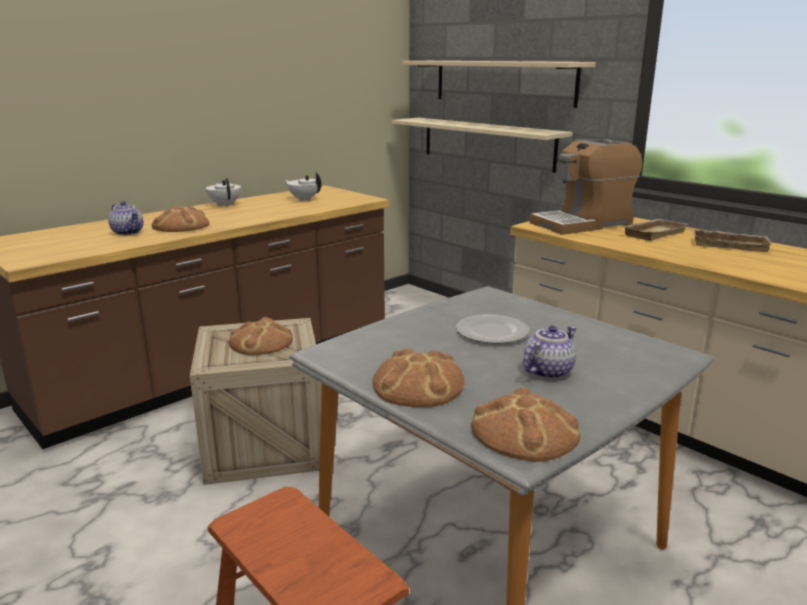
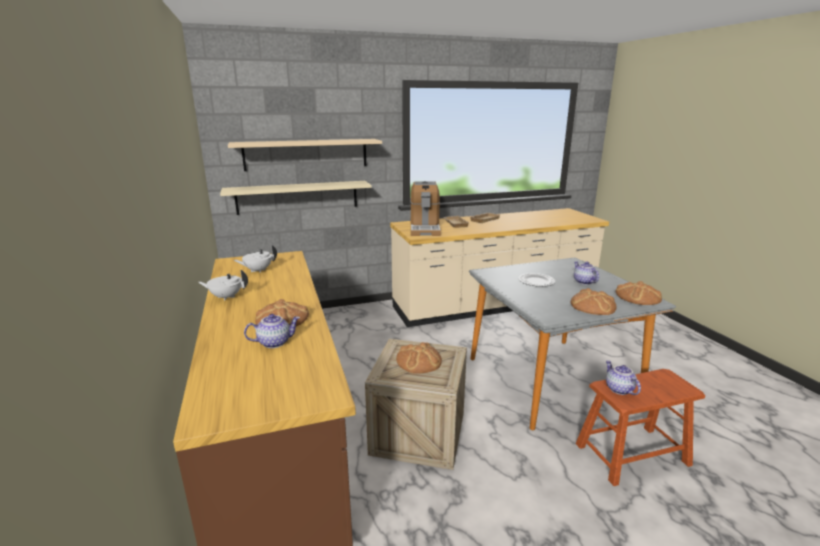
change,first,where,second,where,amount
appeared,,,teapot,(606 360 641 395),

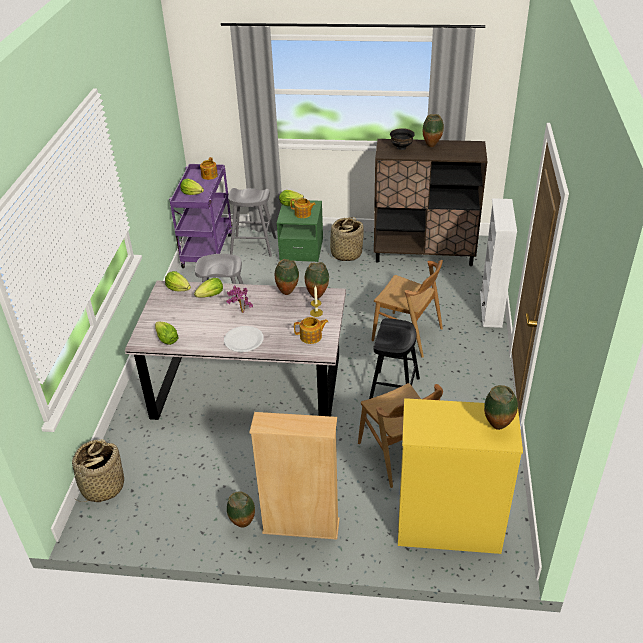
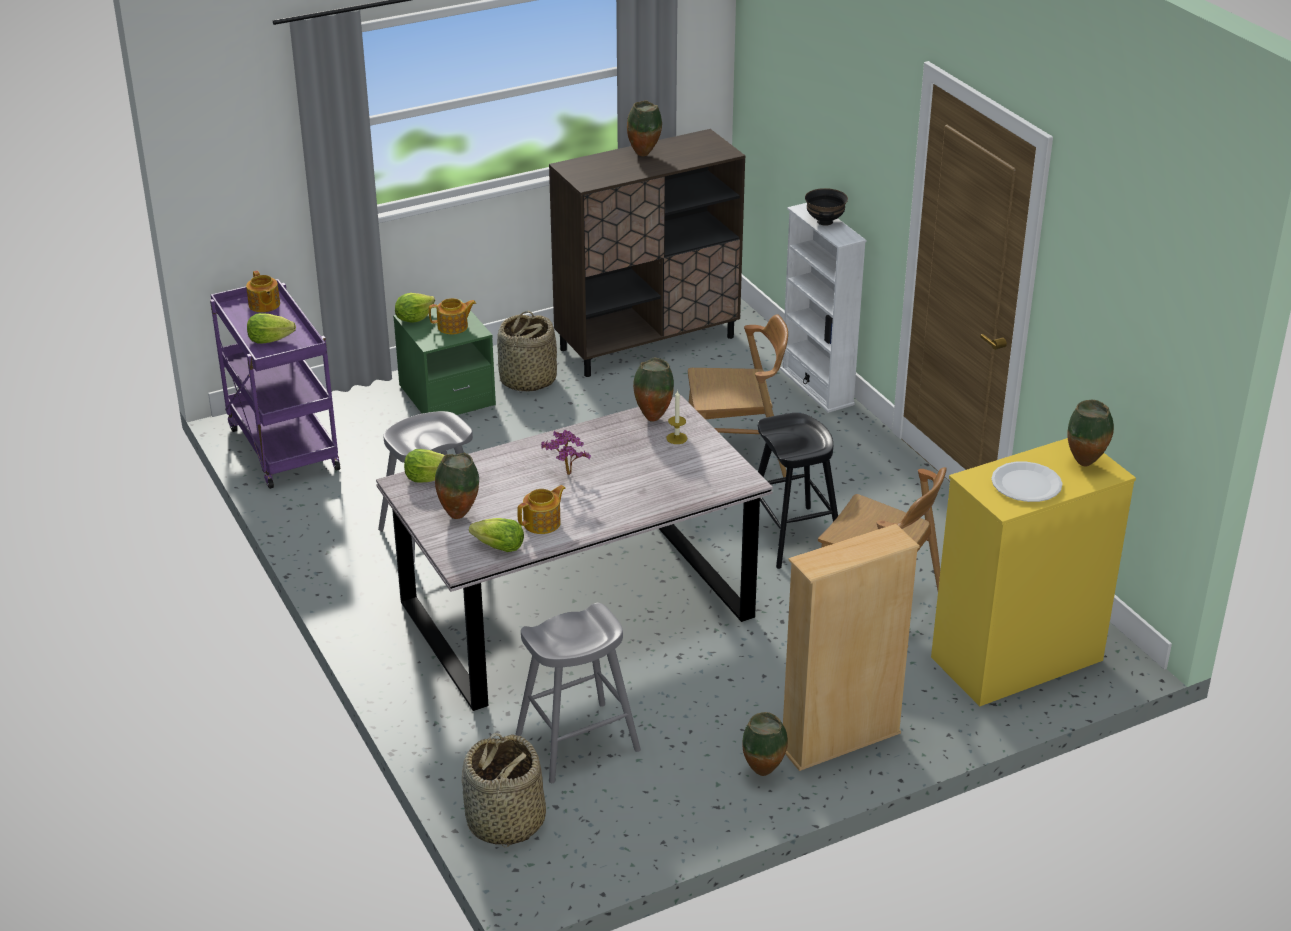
change,first,where,second,where,amount
relocated,black bowl,(390 128 415 150),,(805 188 848 226),
relocated,grey stool,(228 188 276 257),,(516 603 641 783),
relocated,vase,(275 259 299 295),,(435 452 479 519),
missing,lettuce,(194 278 223 297),,,
relocated,teapot,(294 317 328 344),,(517 485 566 534),
relocated,white plate,(224 326 264 352),,(991 461 1063 502),

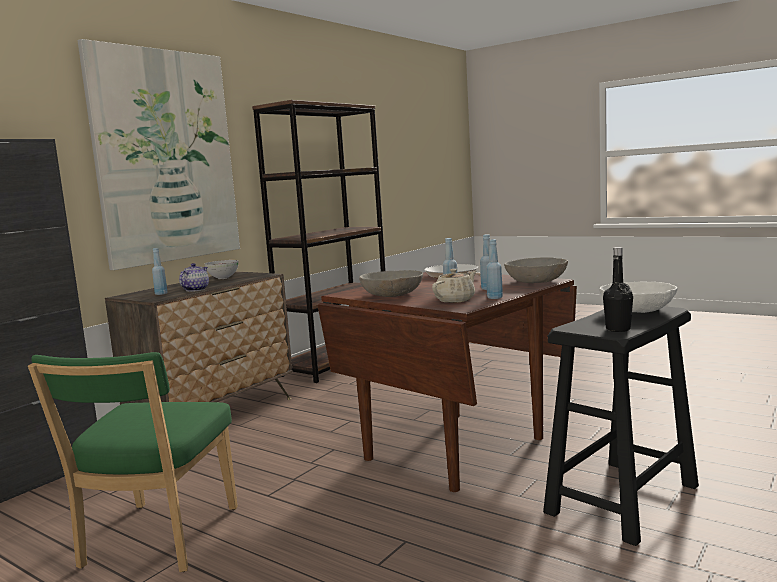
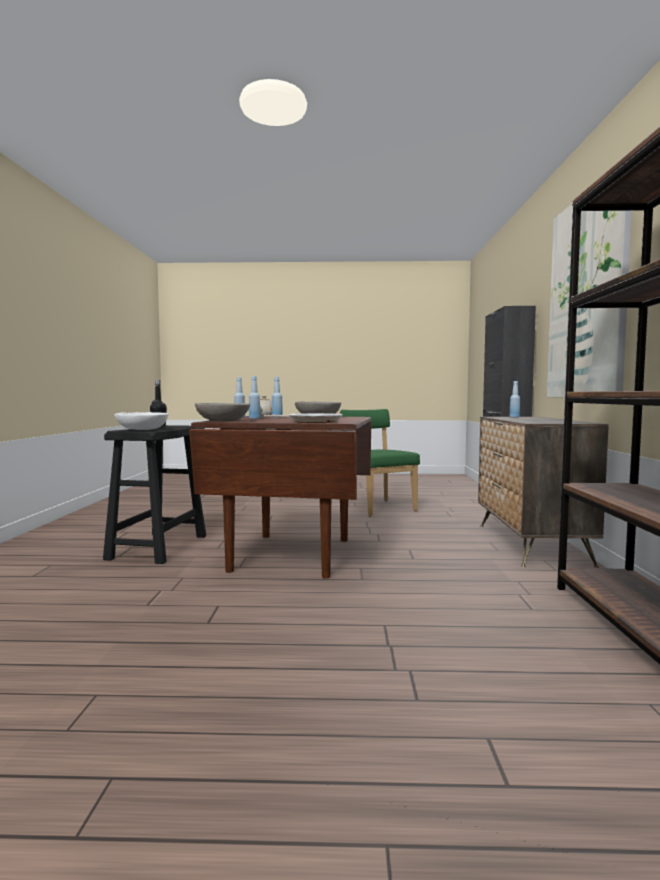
change,first,where,second,where,amount
missing,bowl,(205 260 238 279),,,
missing,teapot,(179 263 209 292),,,

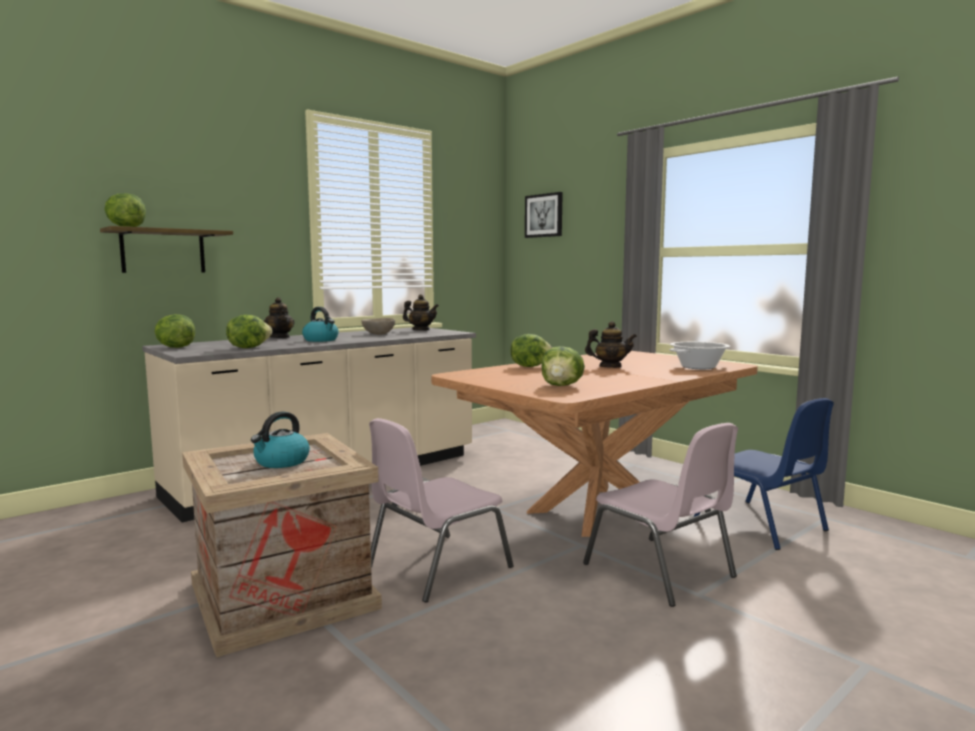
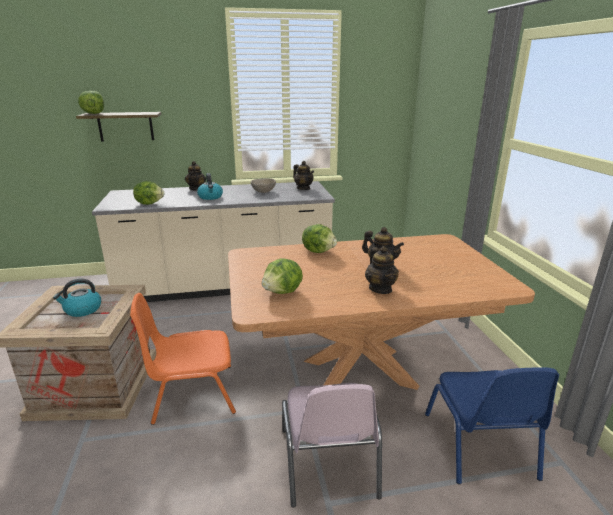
change,first,where,second,where,amount
missing,picture,(525 192 563 238),,,
missing,lettuce,(154 314 195 348),,,
missing,cooking pot,(670 342 730 369),,,
colour,pink chair,(369 418 514 602),orange chair,(130 293 236 425),
appeared,,,teapot,(365 246 399 294),

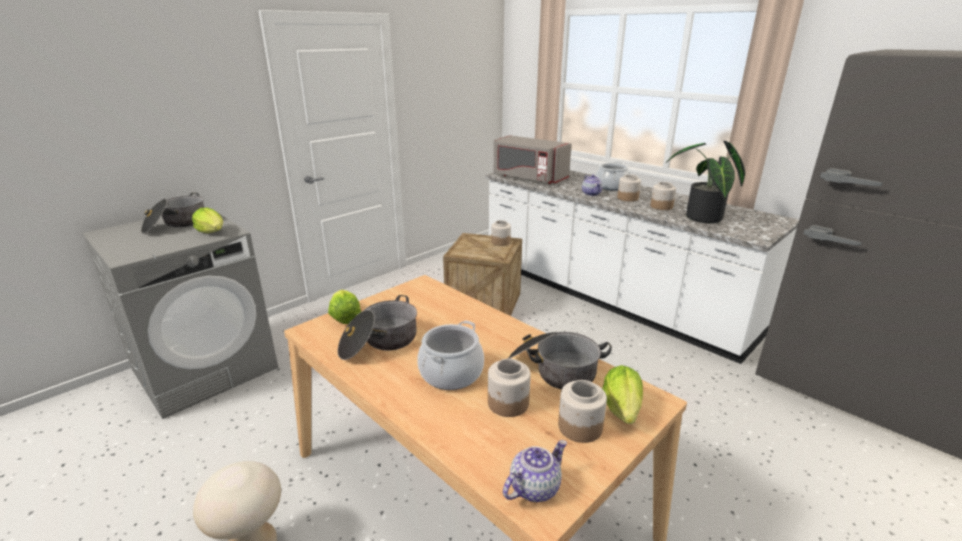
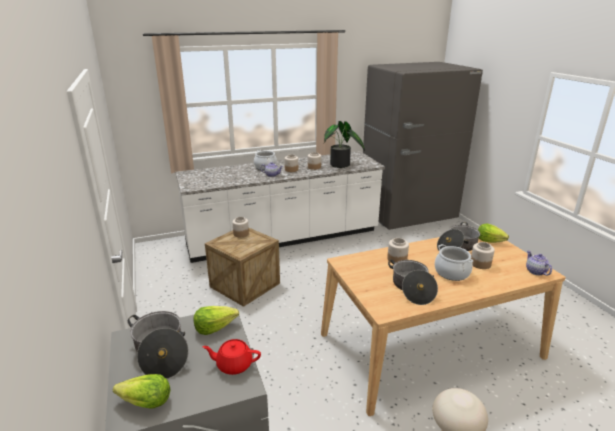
change,first,where,second,where,amount
missing,grey microwave,(494 135 572 184),,,
relocated,lettuce,(328 289 361 324),,(113 374 171 409),
relocated,jar,(558 380 607 443),,(387 238 409 263),
appeared,,,red teapot,(203 339 261 375),

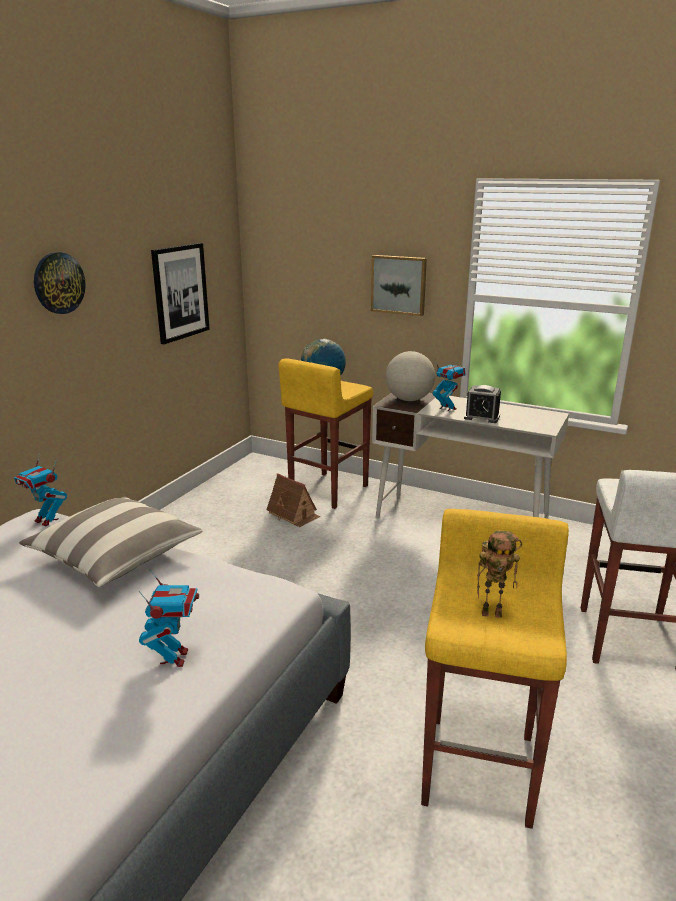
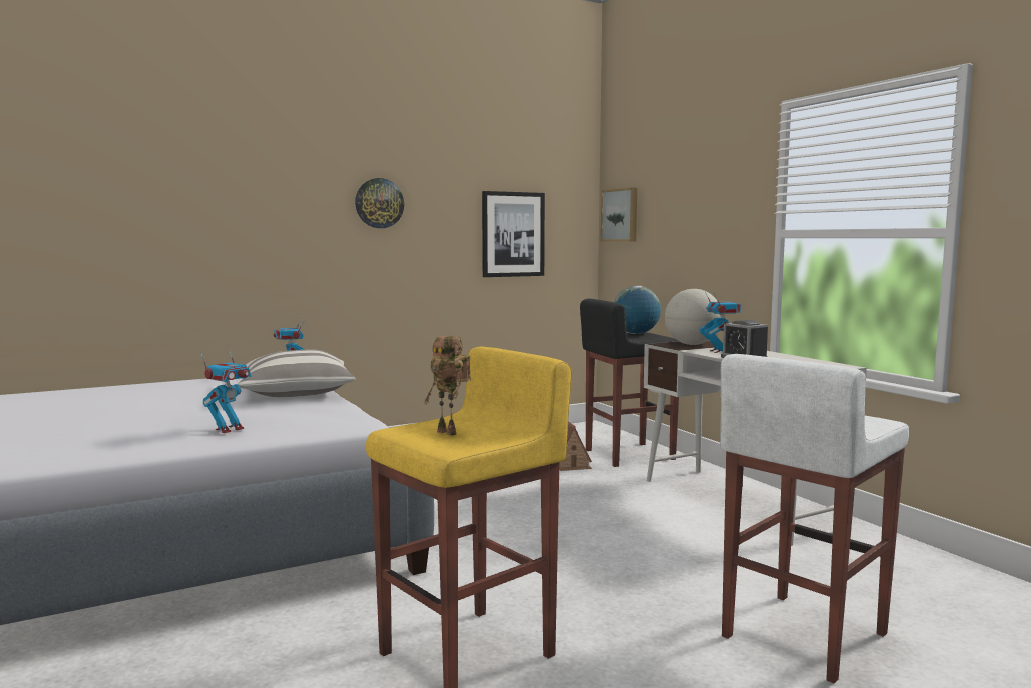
change,first,where,second,where,amount
relocated,picture,(371 255 427 316),,(601 187 637 242),
colour,yellow stool,(279 358 373 509),black stool,(580 299 679 467),

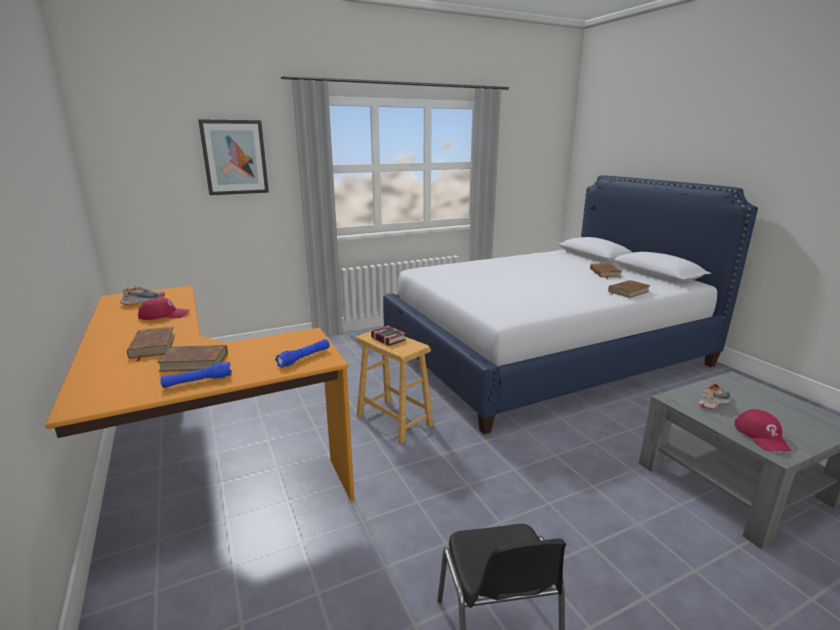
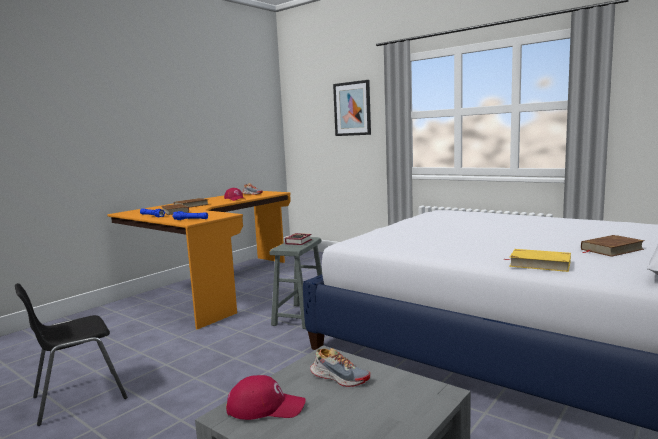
change,first,where,second,where,amount
colour,brown book,(608 280 651 298),yellow book,(504 249 571 272),
colour,brown stool,(356 331 434 444),grey stool,(269 237 322 329),
spun,red cap,(734 409 791 452),,(226 375 306 420),150 degrees counterclockwise

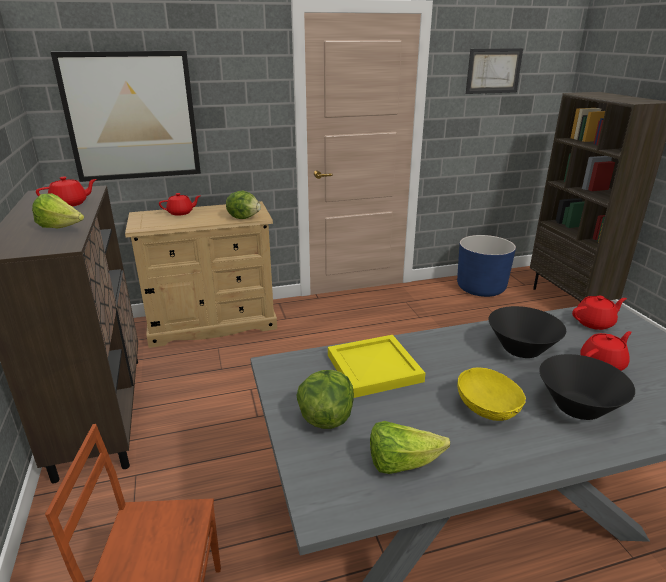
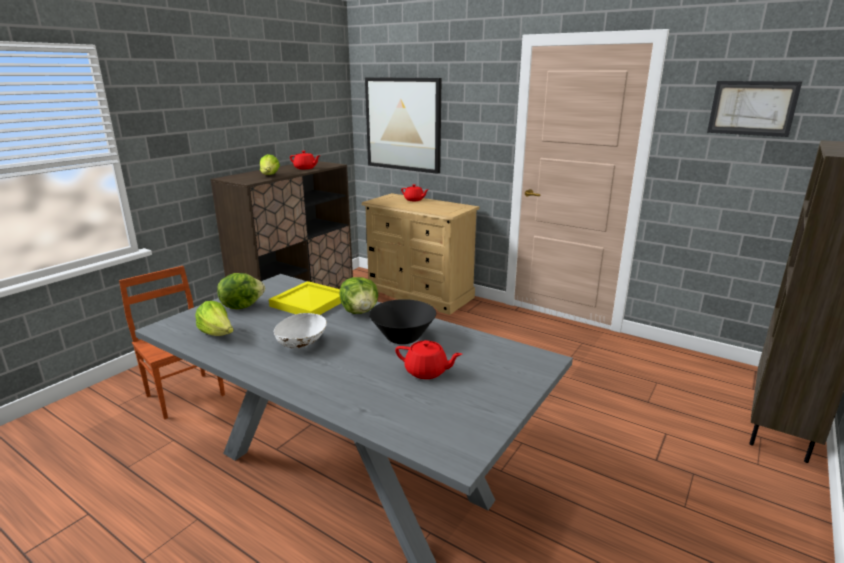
change,first,where,second,where,amount
relocated,lettuce,(226 191 261 219),,(340 277 378 314),
missing,blue planter,(457 235 516 297),,,
missing,red teapot,(572 296 627 330),,,
missing,black bowl,(539 354 635 420),,,
colour,yellow bowl,(457 368 526 421),white bowl,(274 313 327 348),

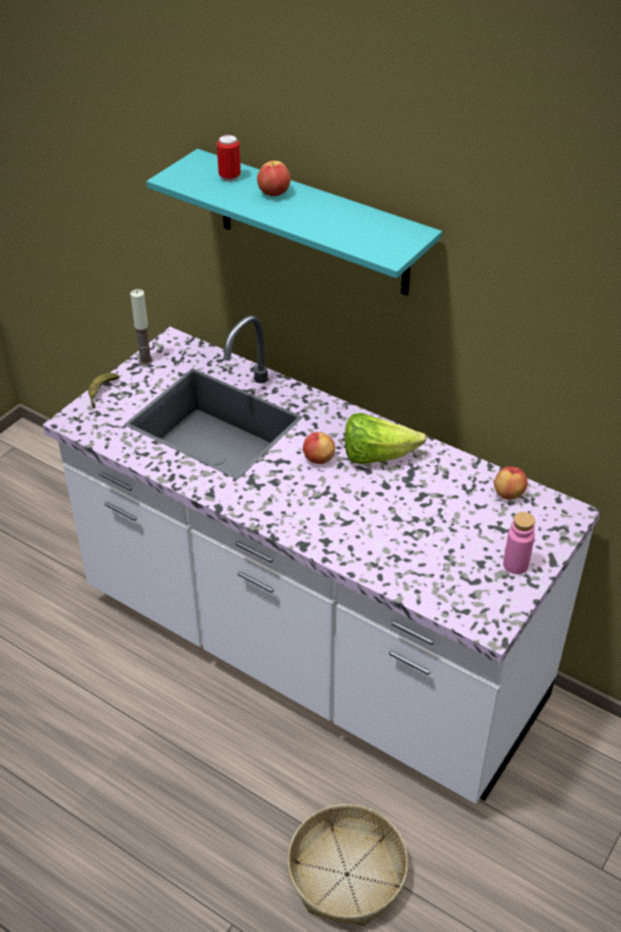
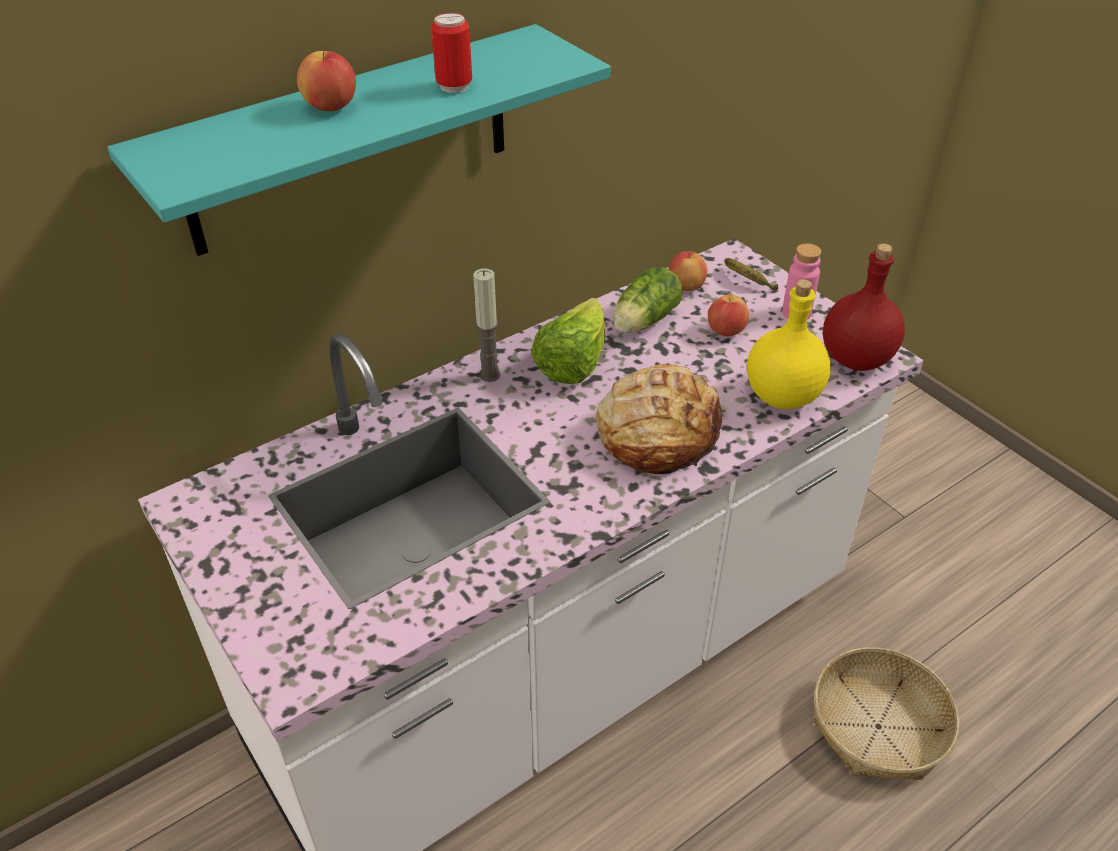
change,first,where,second,where,amount
relocated,can,(217 135 241 182),,(431 12 472 93),
relocated,candle,(130 289 153 365),,(473 268 500 382),
relocated,banana,(88 373 120 408),,(725 258 778 291),
relocated,apple,(303 432 335 464),,(708 295 749 336),
appeared,,,red bottle,(823 244 905 371),
appeared,,,lettuce,(613 267 683 333),
appeared,,,yellow bottle,(747 279 831 409),
appeared,,,bread,(595 364 728 474),

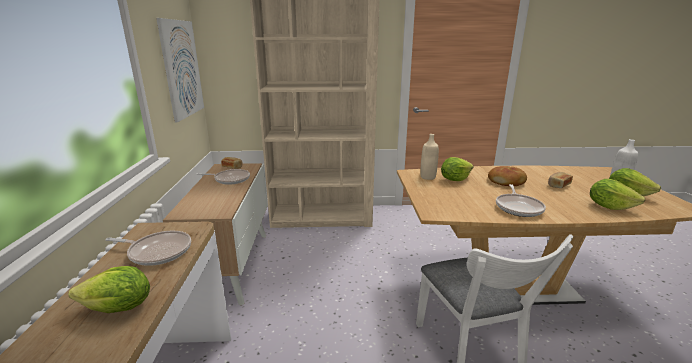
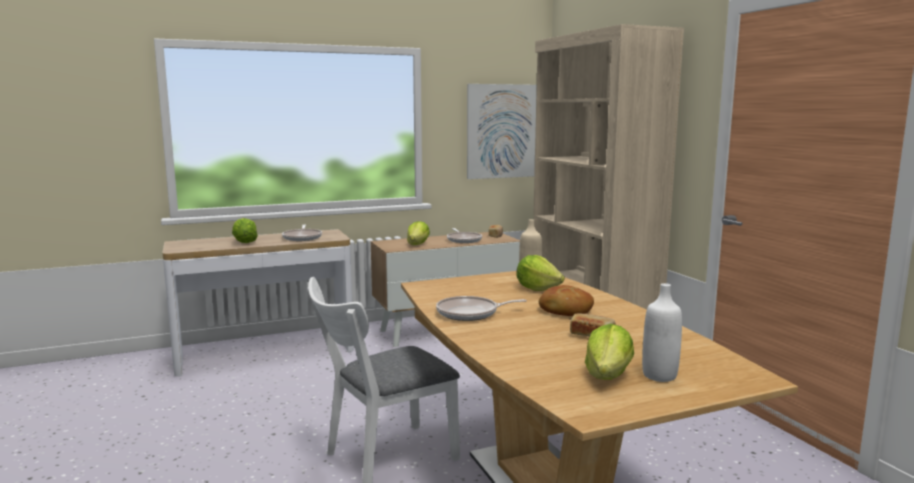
change,first,where,second,where,amount
relocated,lettuce,(590 179 645 210),,(407 221 430 245),

